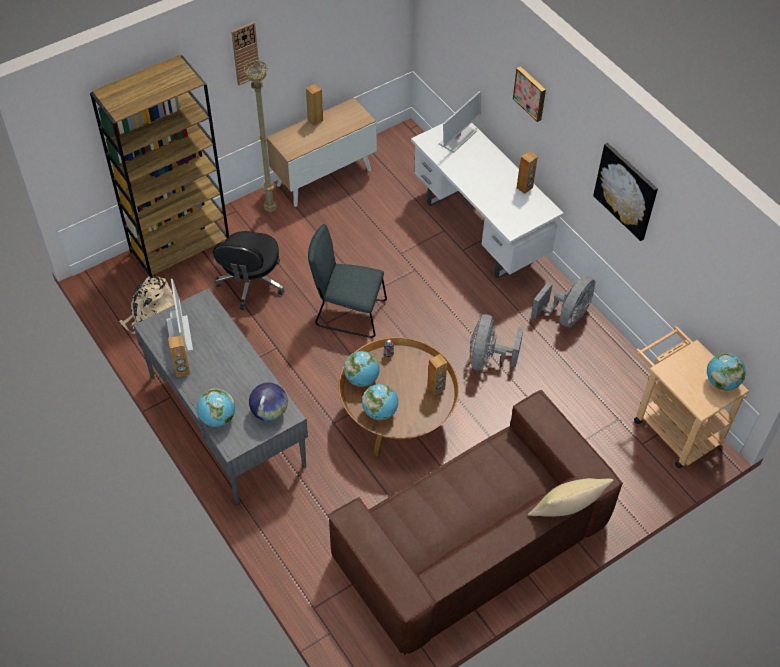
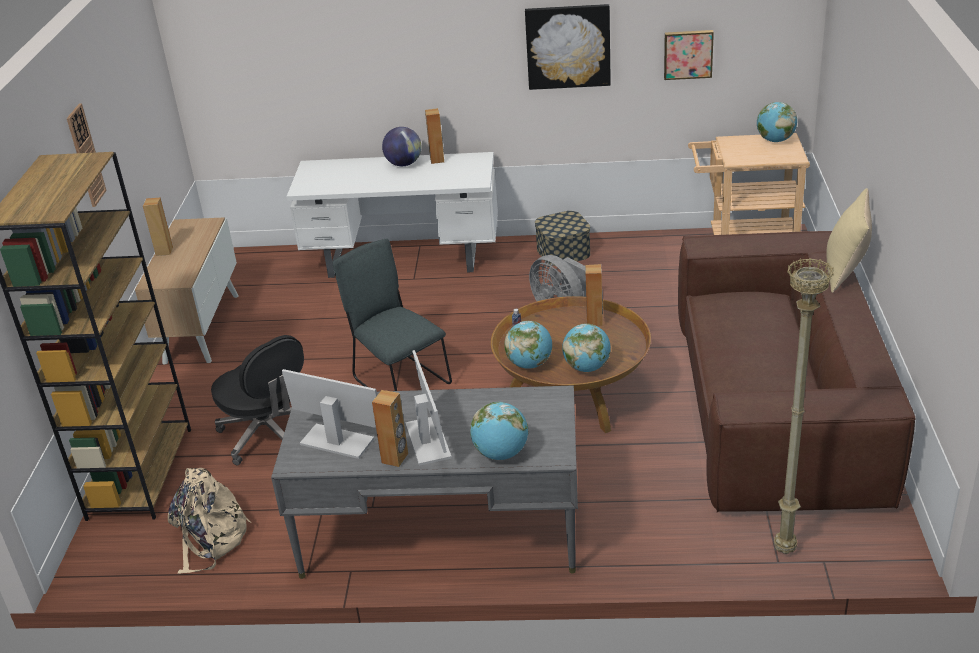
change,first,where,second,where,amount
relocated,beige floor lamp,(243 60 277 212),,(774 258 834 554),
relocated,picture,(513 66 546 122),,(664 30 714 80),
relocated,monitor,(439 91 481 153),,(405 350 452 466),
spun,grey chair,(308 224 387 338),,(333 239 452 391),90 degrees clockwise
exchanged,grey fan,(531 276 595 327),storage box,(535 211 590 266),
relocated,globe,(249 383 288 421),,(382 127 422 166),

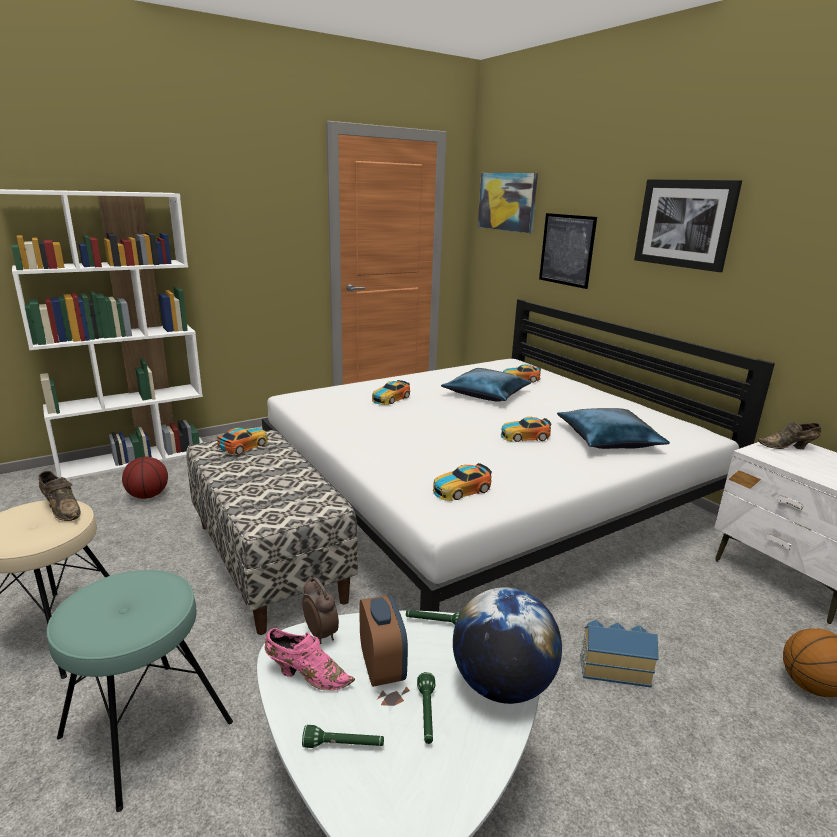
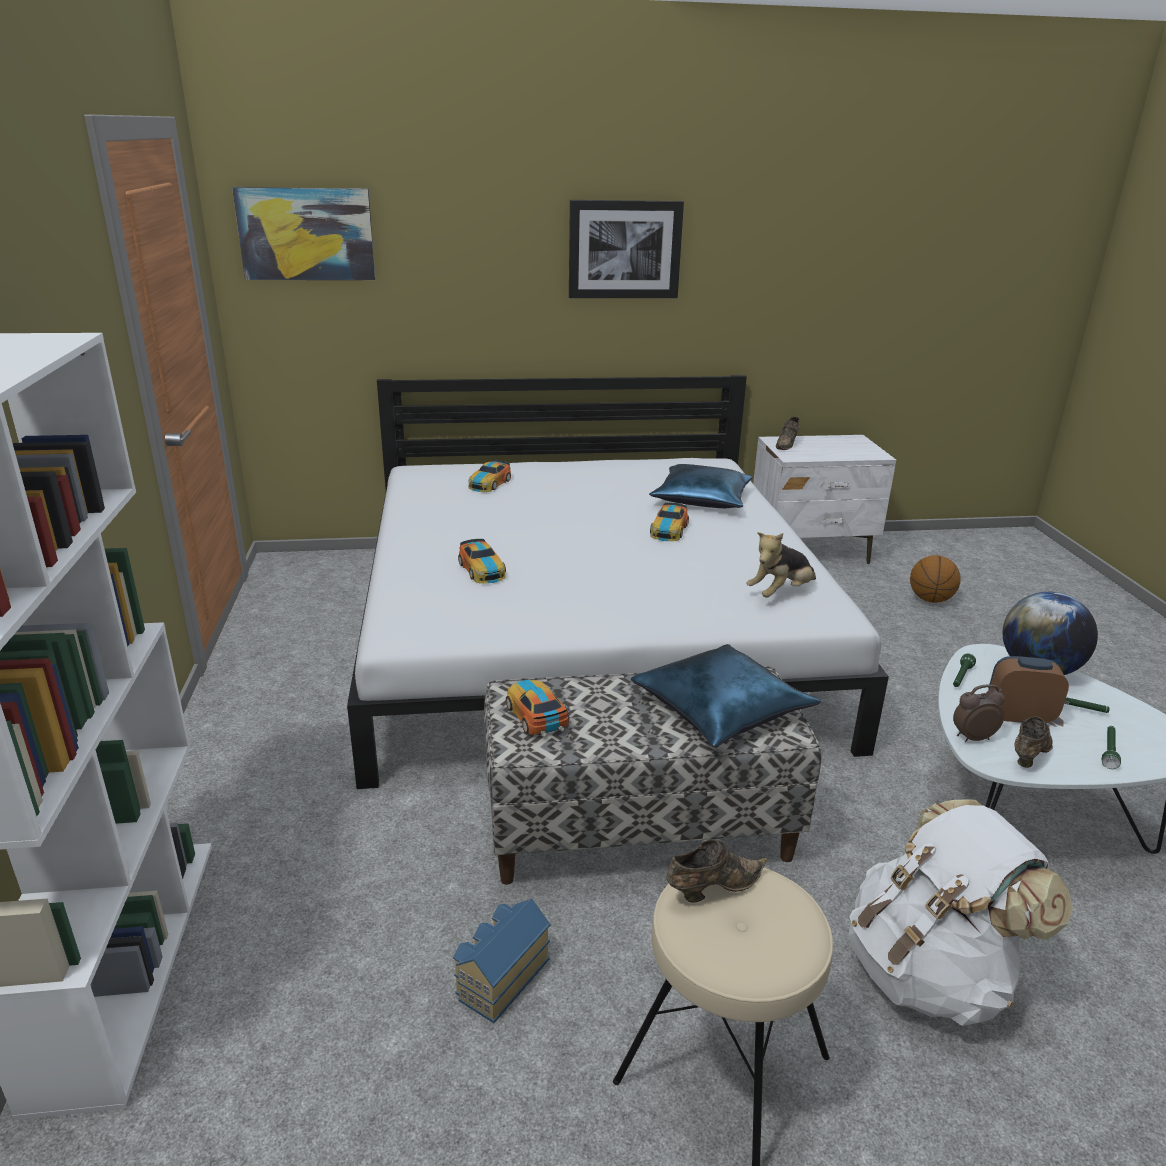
change,first,where,second,where,amount
missing,picture,(539 213 597 289),,,
relocated,blue pillow,(441 368 532 402),,(631 644 821 747),
missing,basketball,(122 457 168 499),,,
exchanged,toy car,(433 463 492 501),plush toy,(746 532 816 598),
exchanged,turquoise stool,(47 570 233 812),white backpack,(849 799 1073 1026),
relocated,toy house,(580 620 658 688),,(453 899 550 1023),
colour,pink shoe,(264 628 355 691),brown shoe,(1015 716 1053 768),

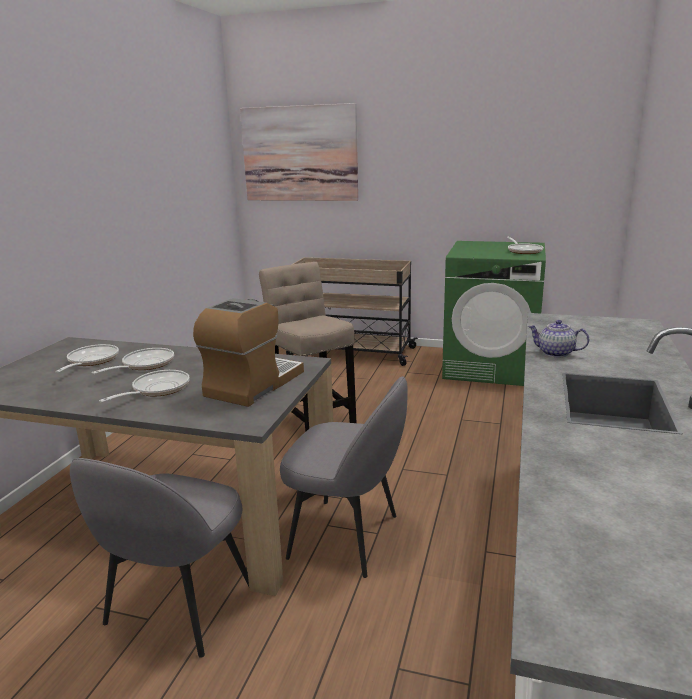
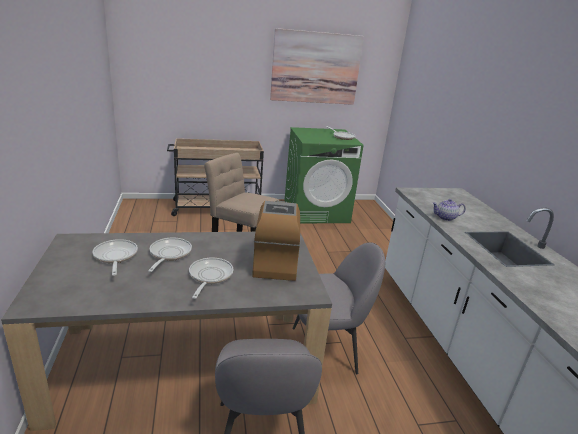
change,first,where,second,where,amount
relocated,picture,(240 103 358 201),,(270 28 364 105),

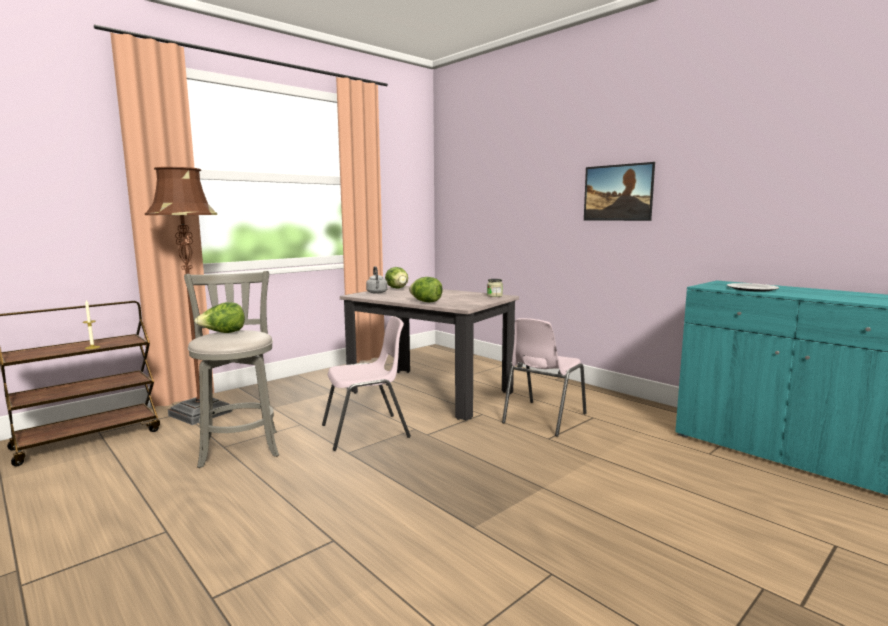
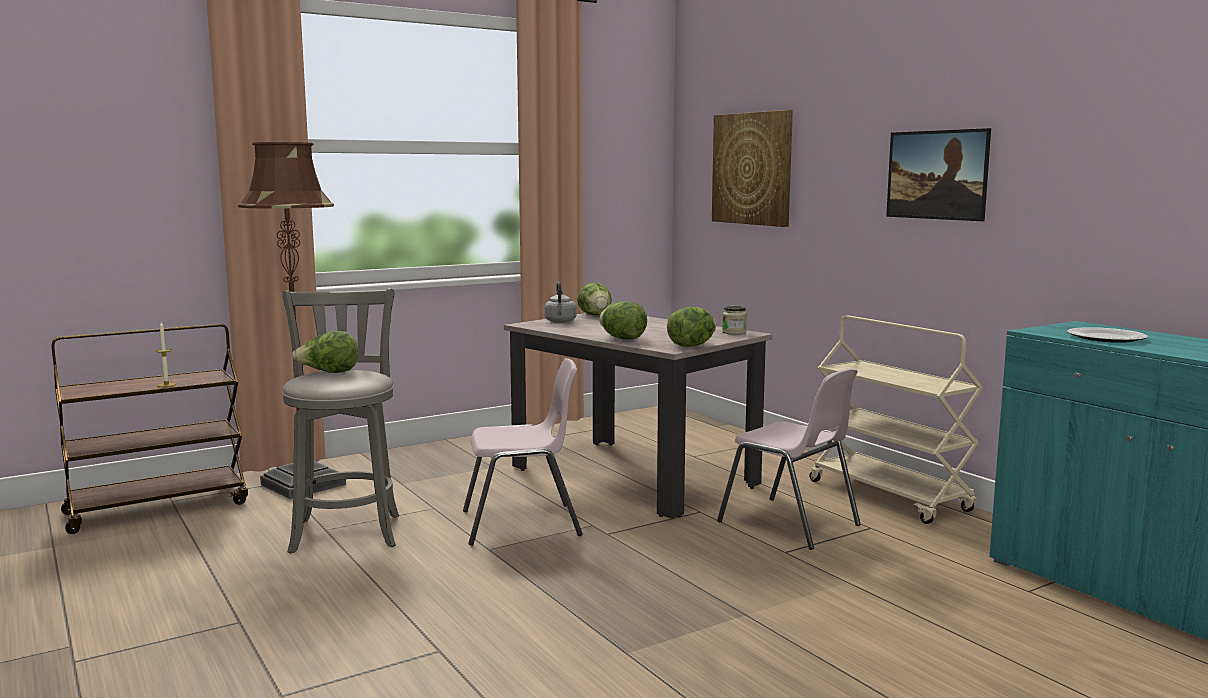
change,first,where,second,where,amount
spun,pink chair,(502 318 587 437),,(717 368 861 550),90 degrees counterclockwise
appeared,,,picture,(712 110 793 227),
appeared,,,lettuce,(667 307 716 347),
appeared,,,beige cart,(809 315 983 524),

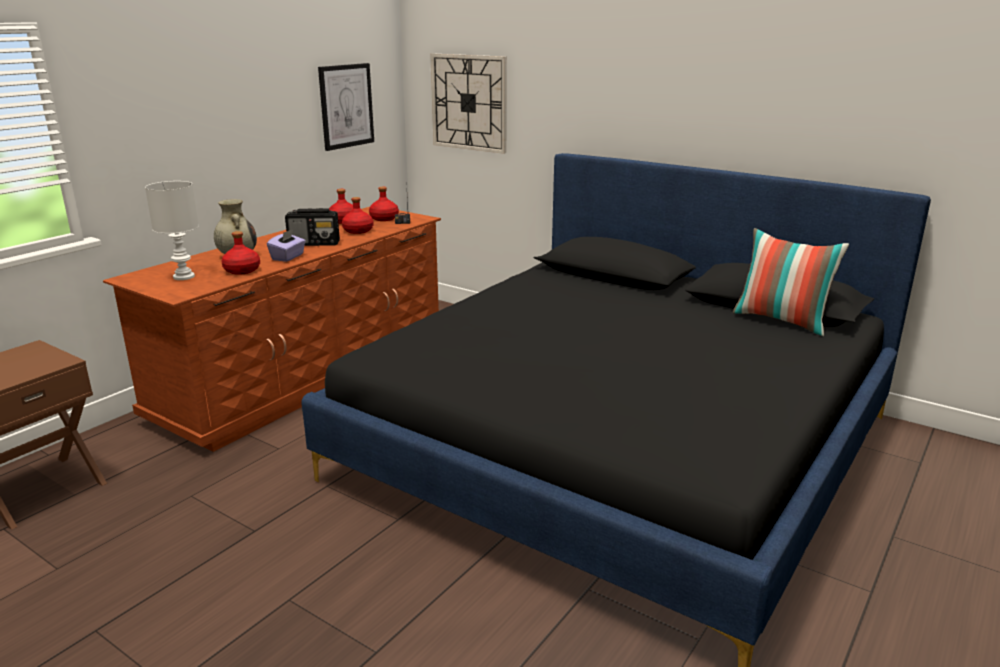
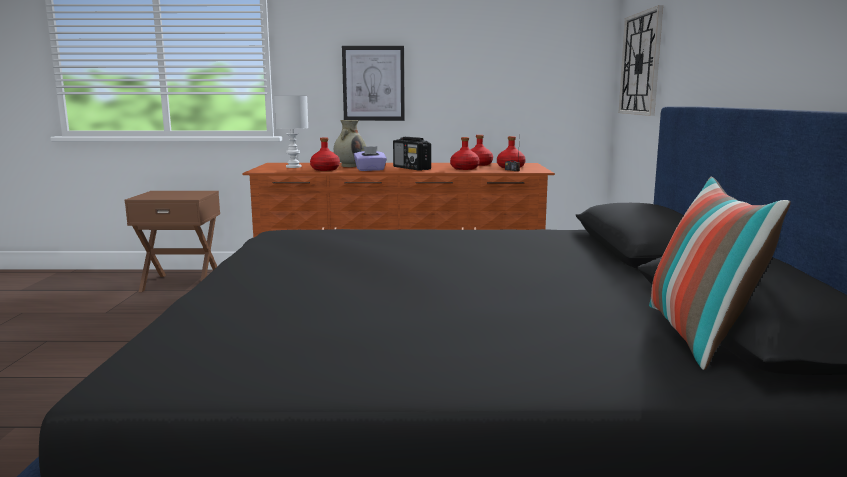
change,first,where,second,where,amount
relocated,picture,(318 63 374 151),,(342 46 405 121),

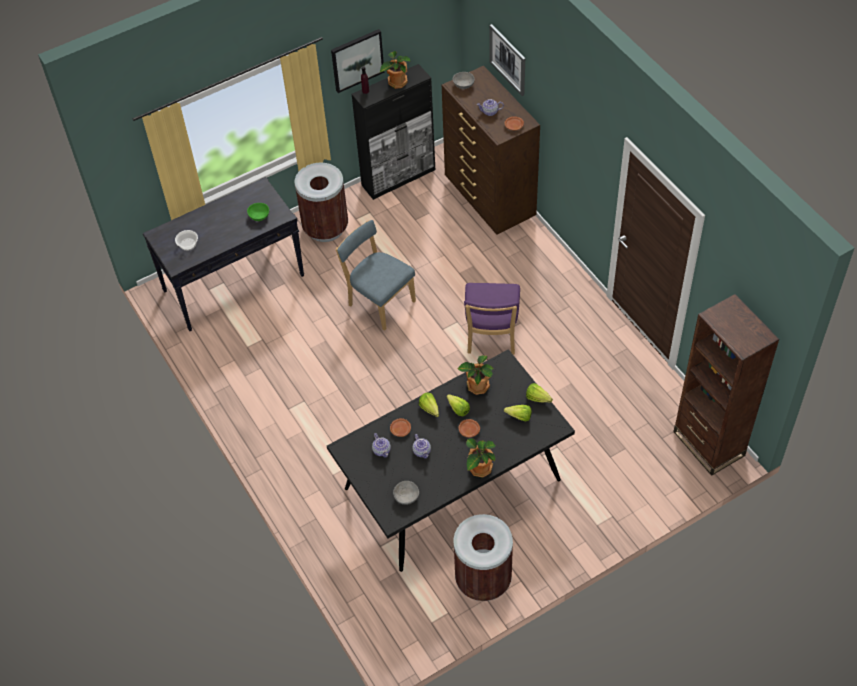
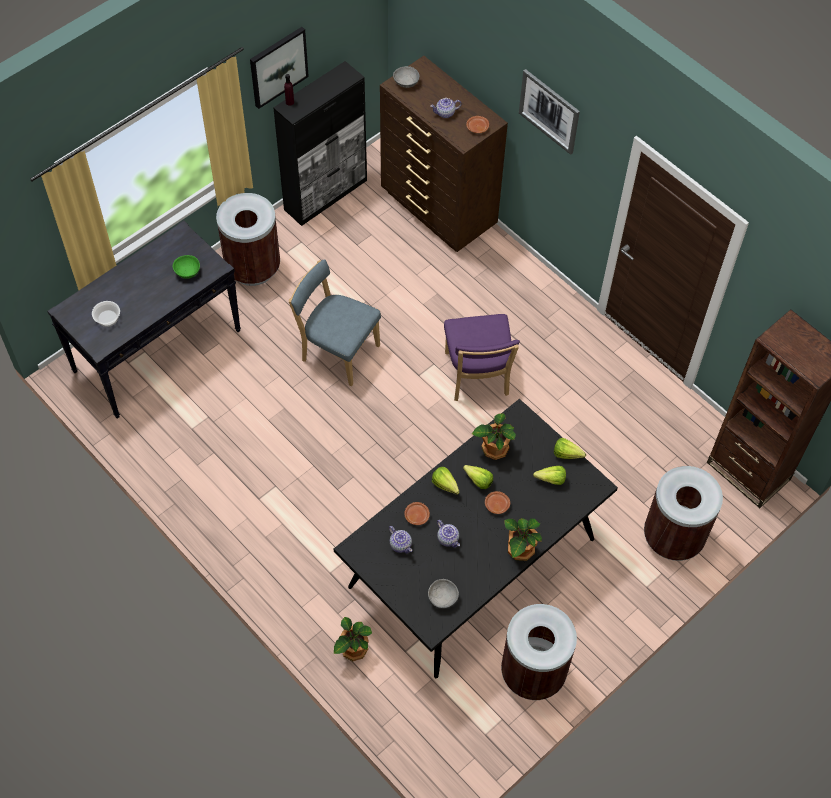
change,first,where,second,where,amount
relocated,picture,(489 24 525 96),,(519 69 580 155),
relocated,potted plant,(380 51 410 89),,(334 617 372 661),
appeared,,,brown trash can,(644 466 723 561),

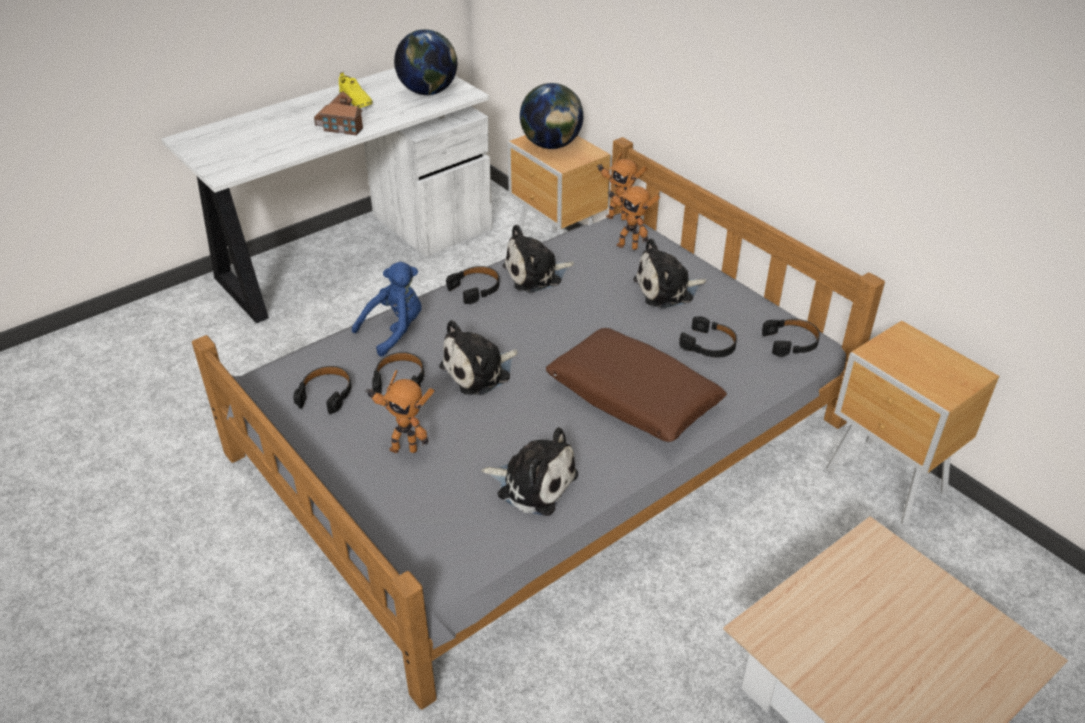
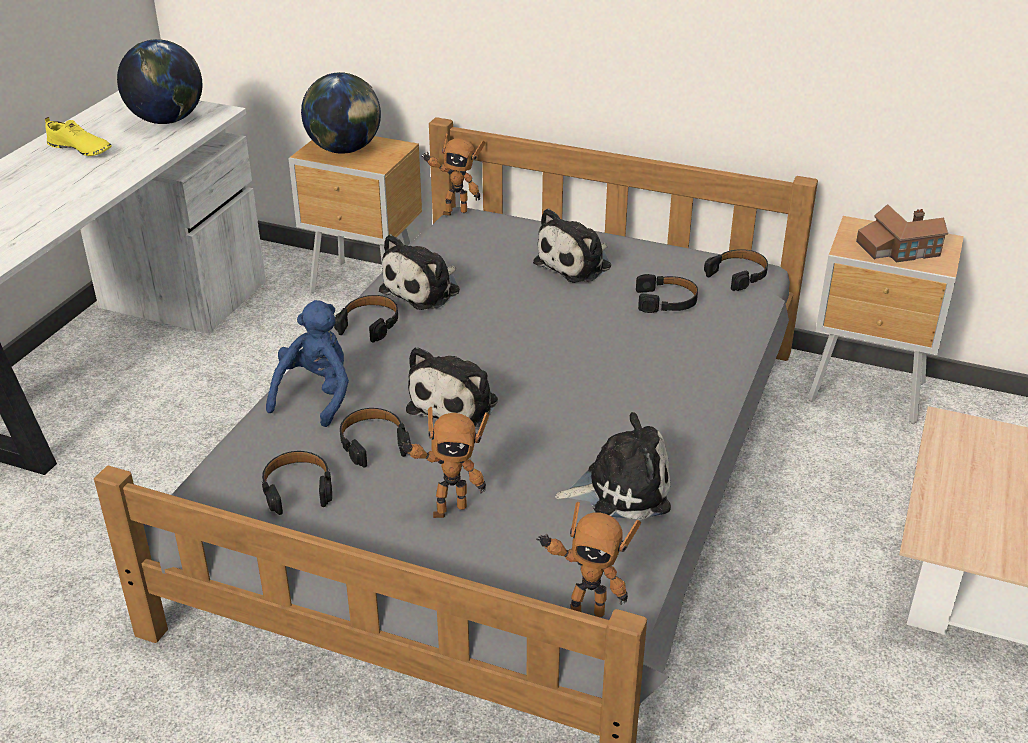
change,first,where,second,where,amount
relocated,toy house,(314 91 363 136),,(856 204 948 263),
relocated,toy robot,(609 179 660 250),,(536 502 641 617),
missing,brown pillow,(546 328 727 442),,,

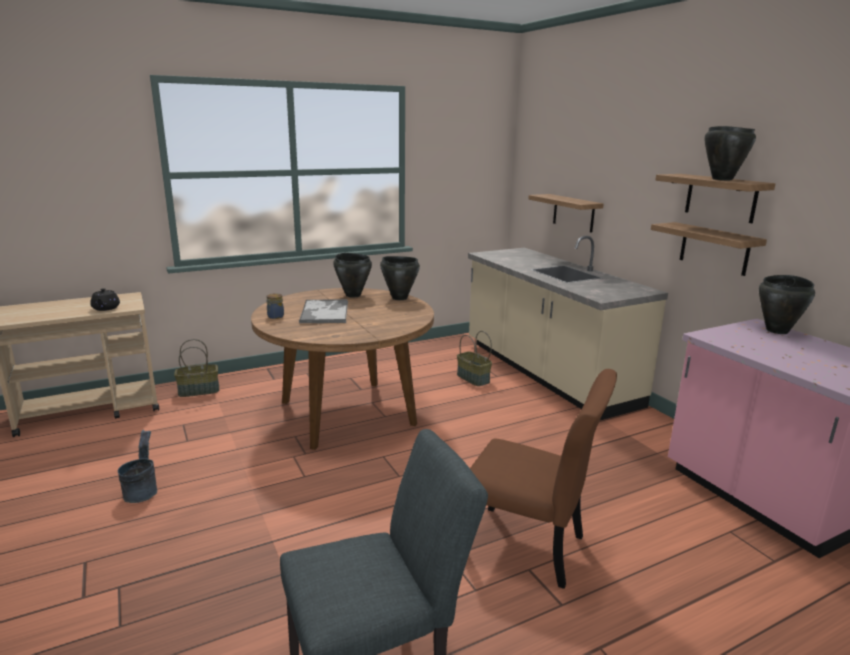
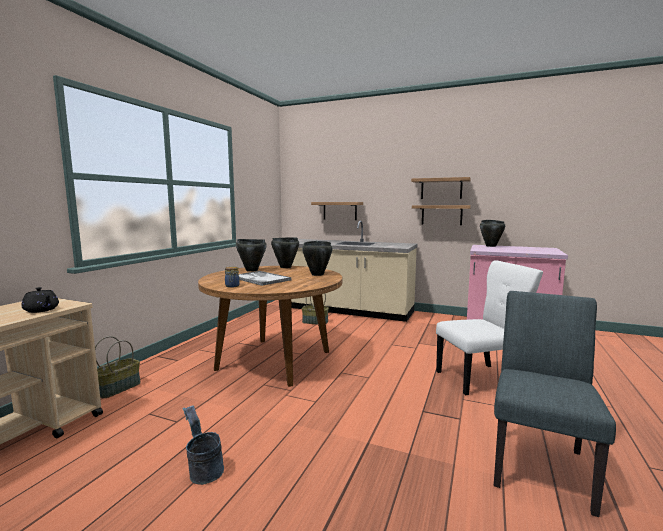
change,first,where,second,where,amount
relocated,black cooking pot,(705 126 756 180),,(302 241 333 276),
colour,brown chair,(470 369 617 589),white chair,(436 260 543 396),

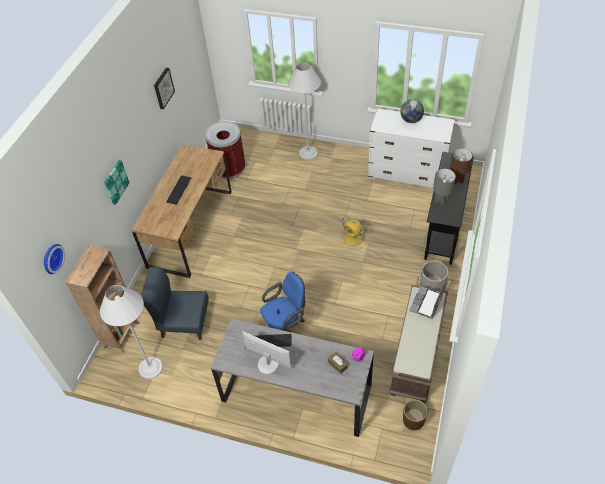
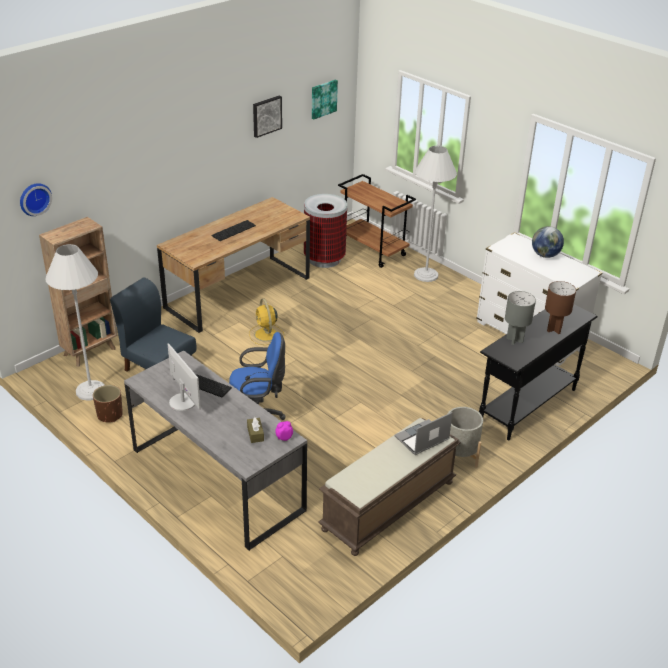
change,first,where,second,where,amount
relocated,picture,(104 160 129 205),,(312 80 338 119),
relocated,yellow fan,(339 216 368 250),,(249 299 285 345),
relocated,brown planter,(403 399 428 430),,(93 385 123 423),
appeared,,,brown cart,(338 174 416 268),

